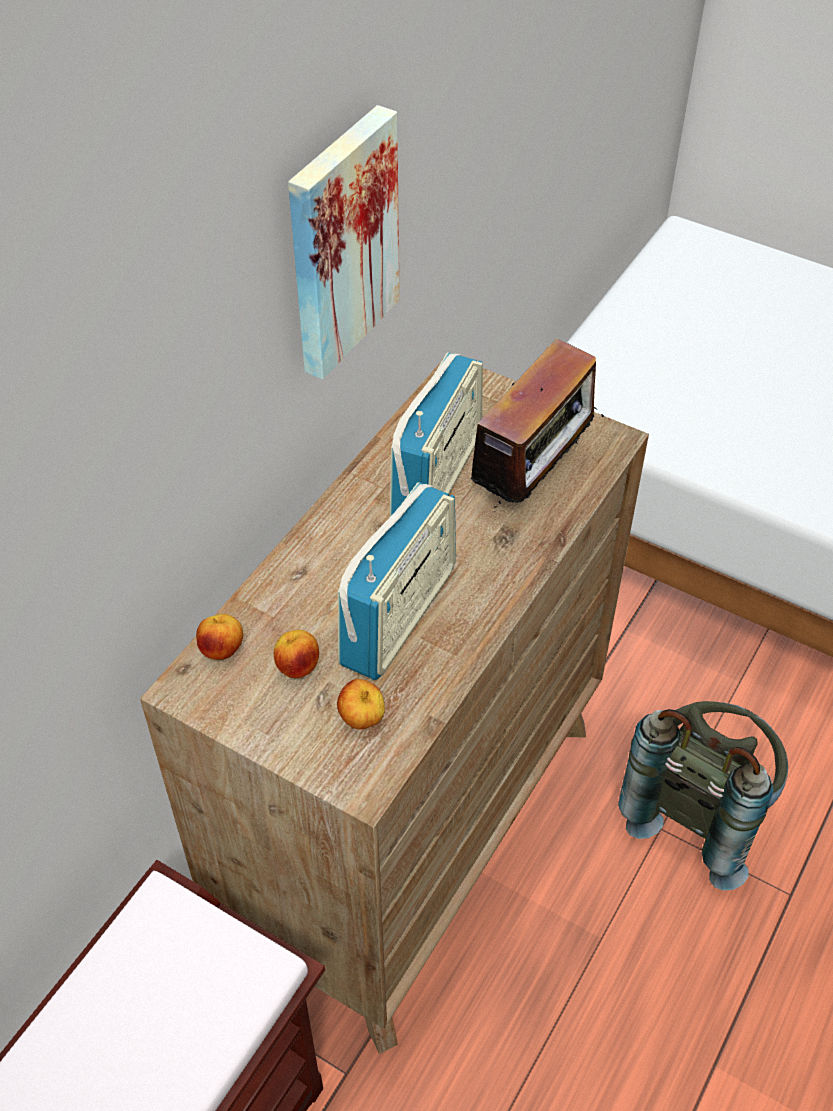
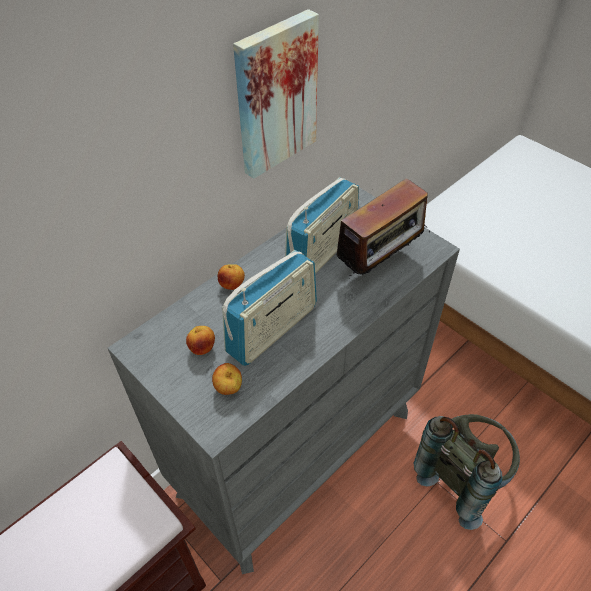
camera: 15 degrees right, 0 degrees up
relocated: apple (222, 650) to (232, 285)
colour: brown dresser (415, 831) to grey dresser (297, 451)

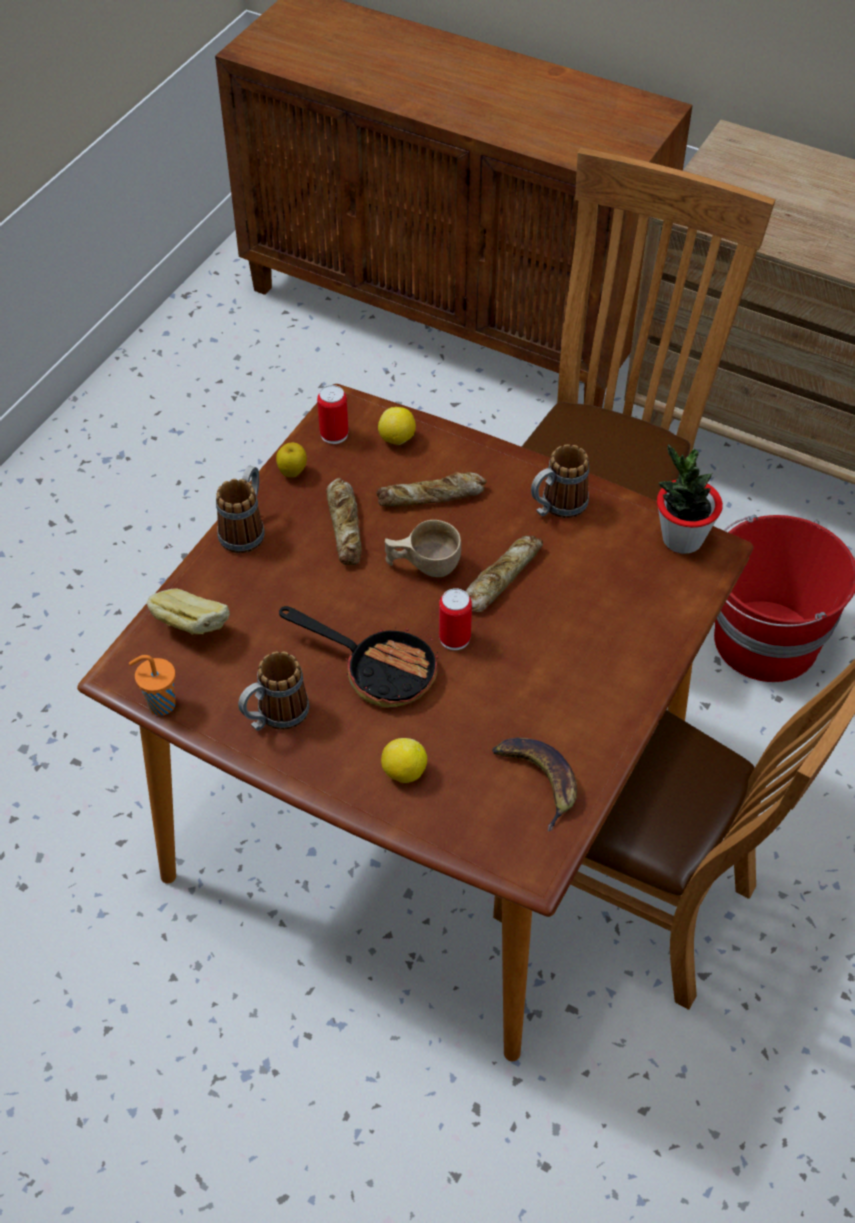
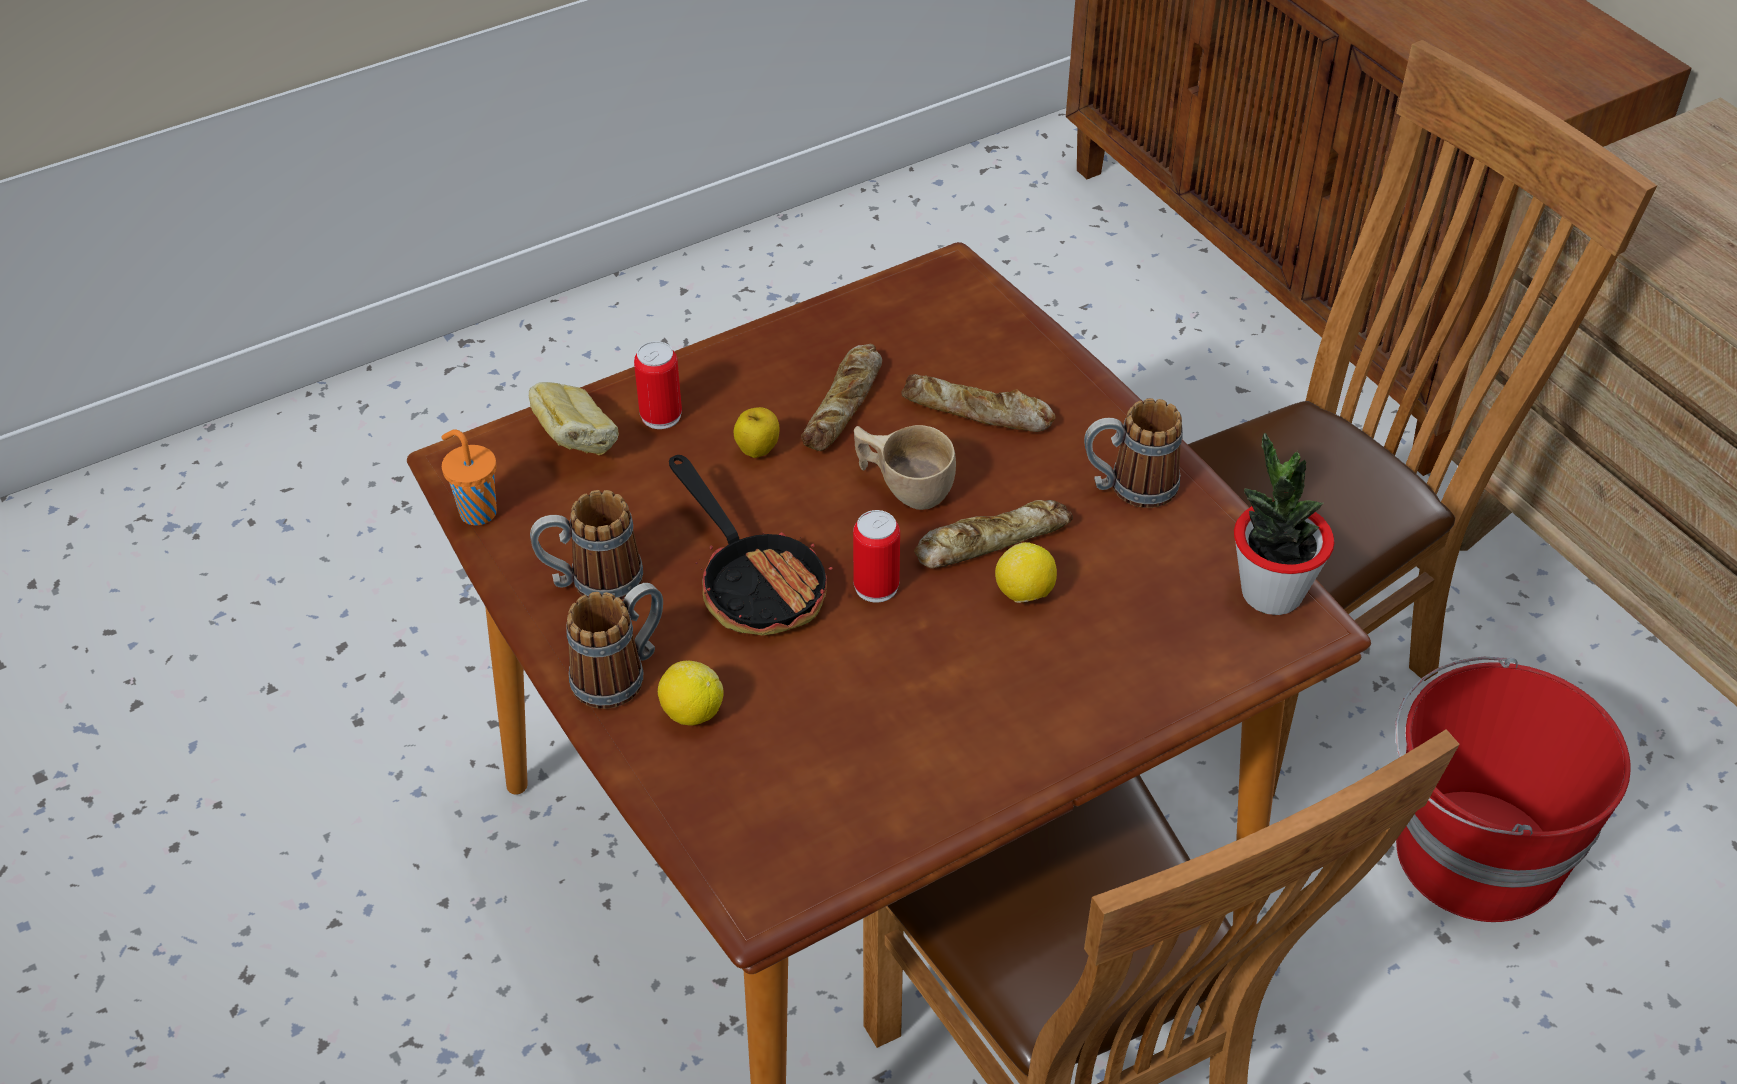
camera: 30 degrees right, 5 degrees down
missing: banana (539, 780)
relocated: mug (246, 529) to (621, 674); apple (292, 473) to (757, 452); can (334, 434) to (661, 415); lemon (397, 439) to (1024, 594)

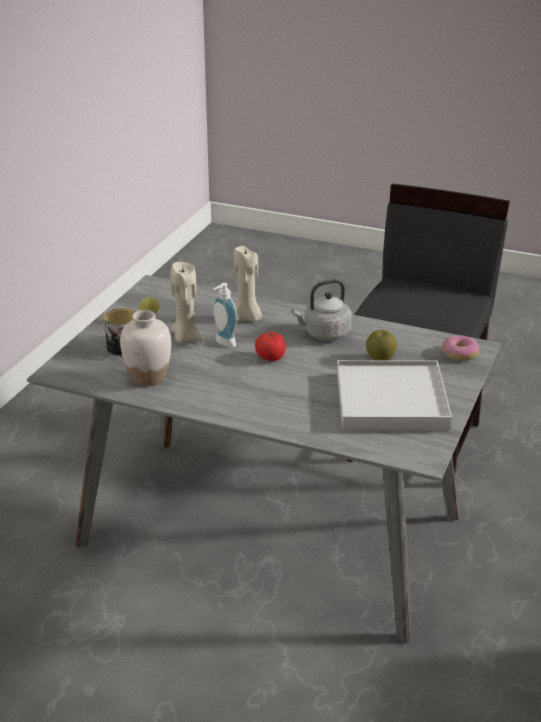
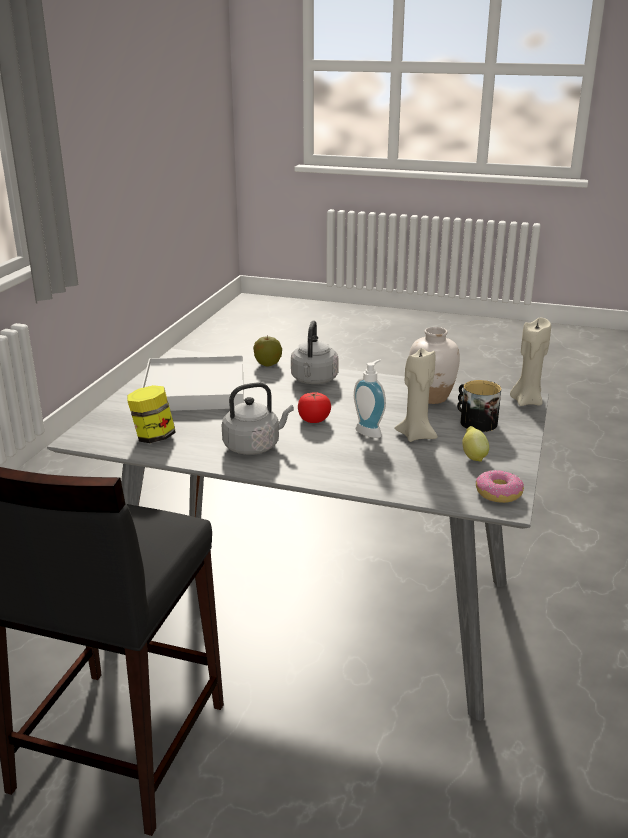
camera: 175 degrees right, 5 degrees down
appeared: jar (153, 437); grey kettle (314, 380)
relocated: beige candle (247, 318) to (526, 401); apple (380, 359) to (268, 364); donut (460, 354) to (499, 493)

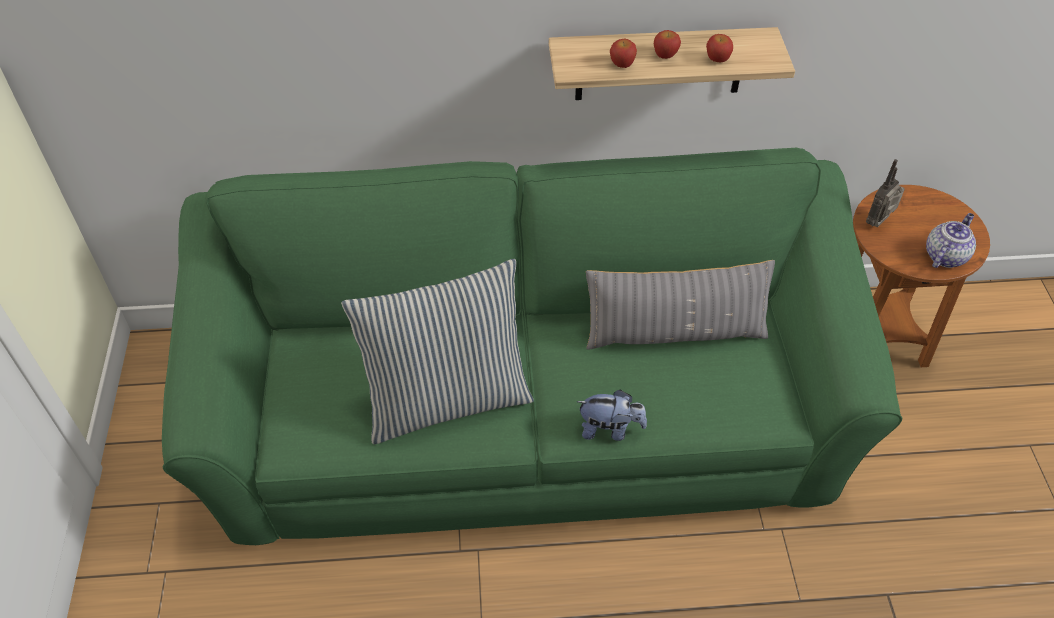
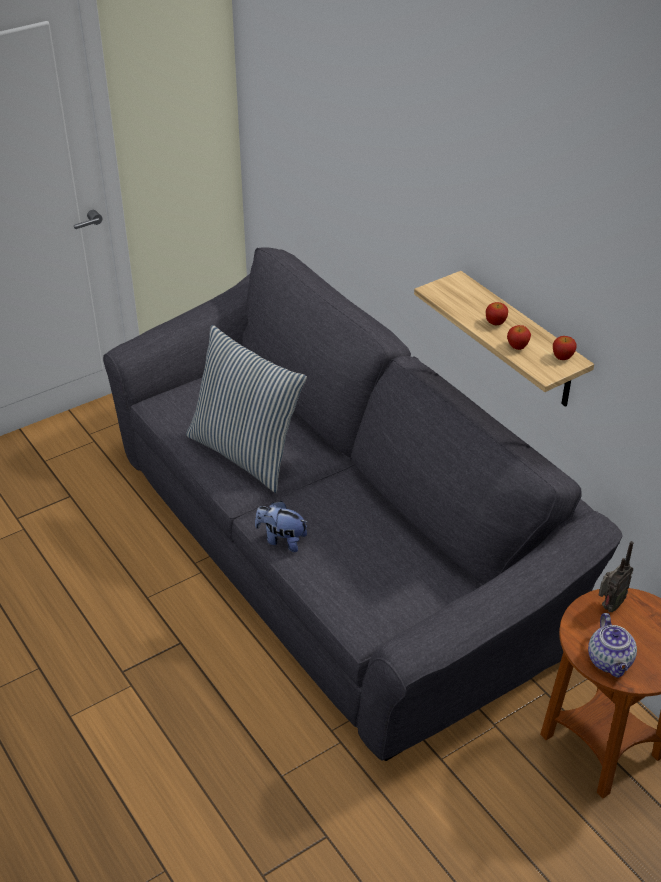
camera: 60 degrees right, 10 degrees down
missing: grey pillow (674, 332)
relocated: apple (622, 64) to (562, 357)
colour: green sofa (527, 414) to grey sofa (331, 550)
spun: plush toy (610, 429) = (281, 540) 135 degrees clockwise; radio (879, 223) = (609, 606) 120 degrees clockwise; teapot (945, 255) = (610, 662) 75 degrees clockwise

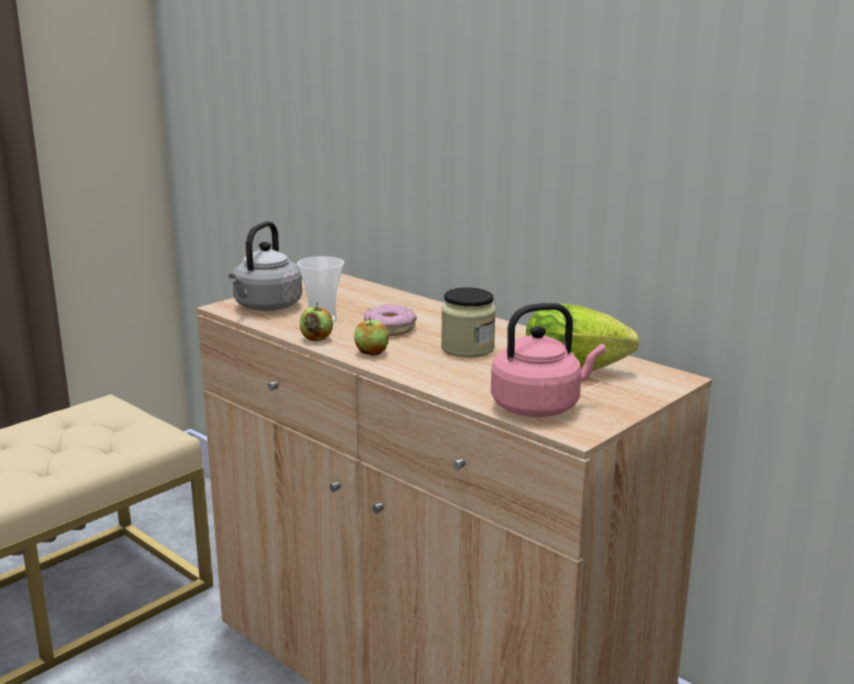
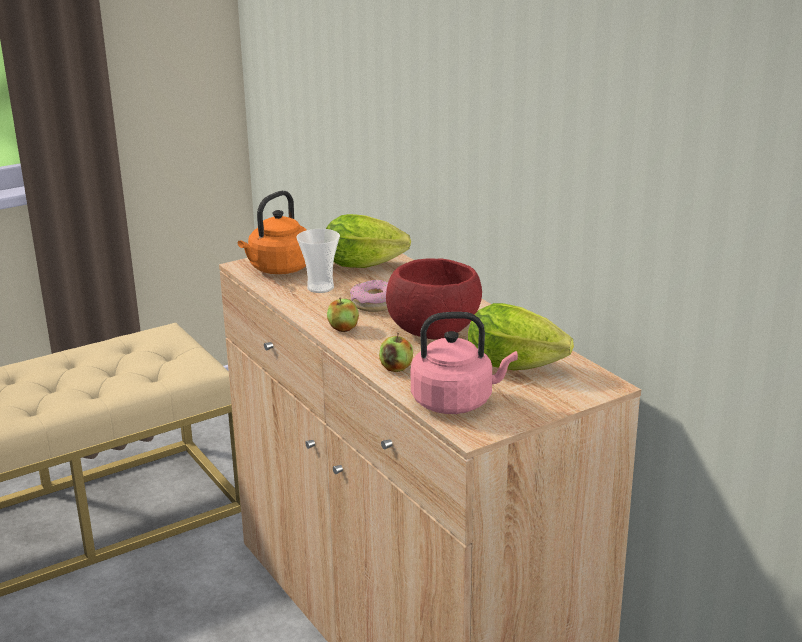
camera: 15 degrees right, 5 degrees up
appeared: lettuce (368, 265)
relocated: apple (316, 338) to (396, 368)
exchanged: jar (467, 348) to red bowl (432, 332)
colour: grey kettle (266, 307) to orange kettle (278, 269)

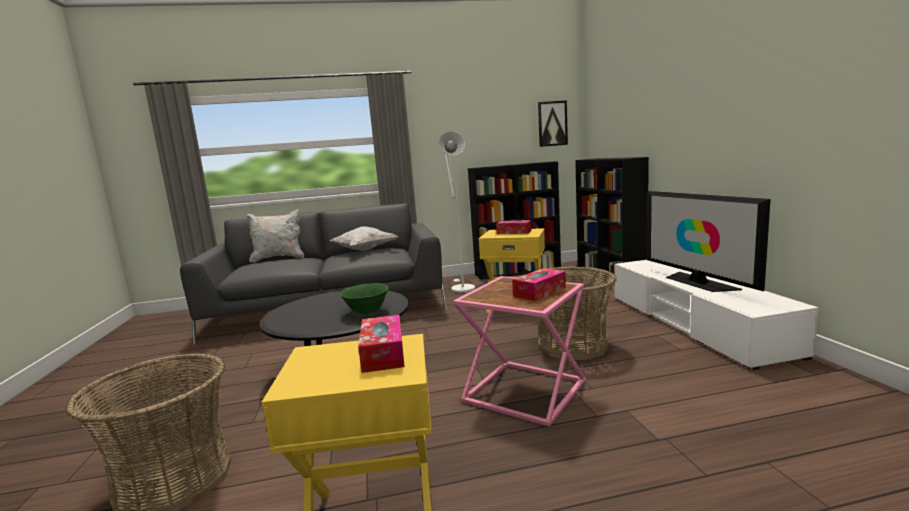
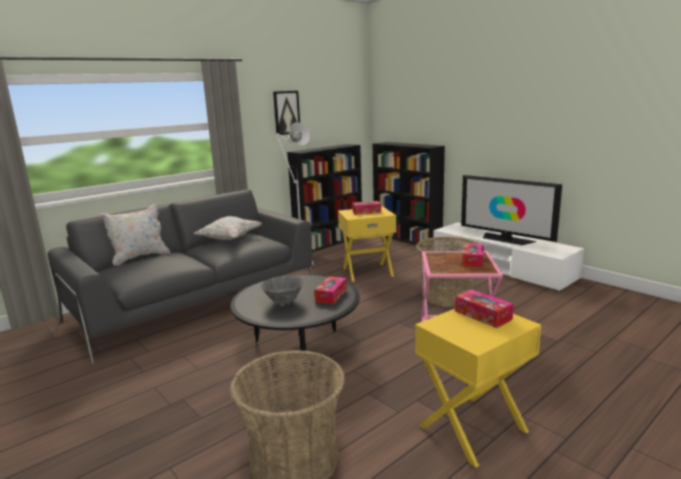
camera: 30 degrees left, 5 degrees up
appeared: grey bowl (283, 302)
relocated: picture (552, 123) to (286, 112)
exchanged: green bowl (367, 312) to tissue box (331, 295)

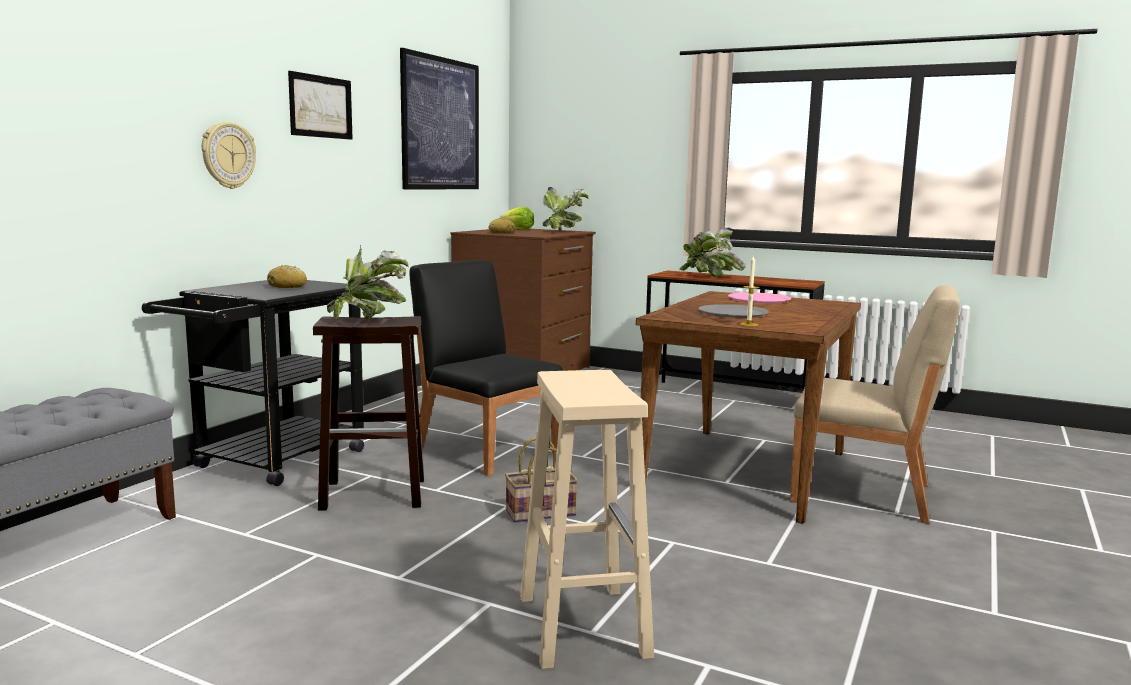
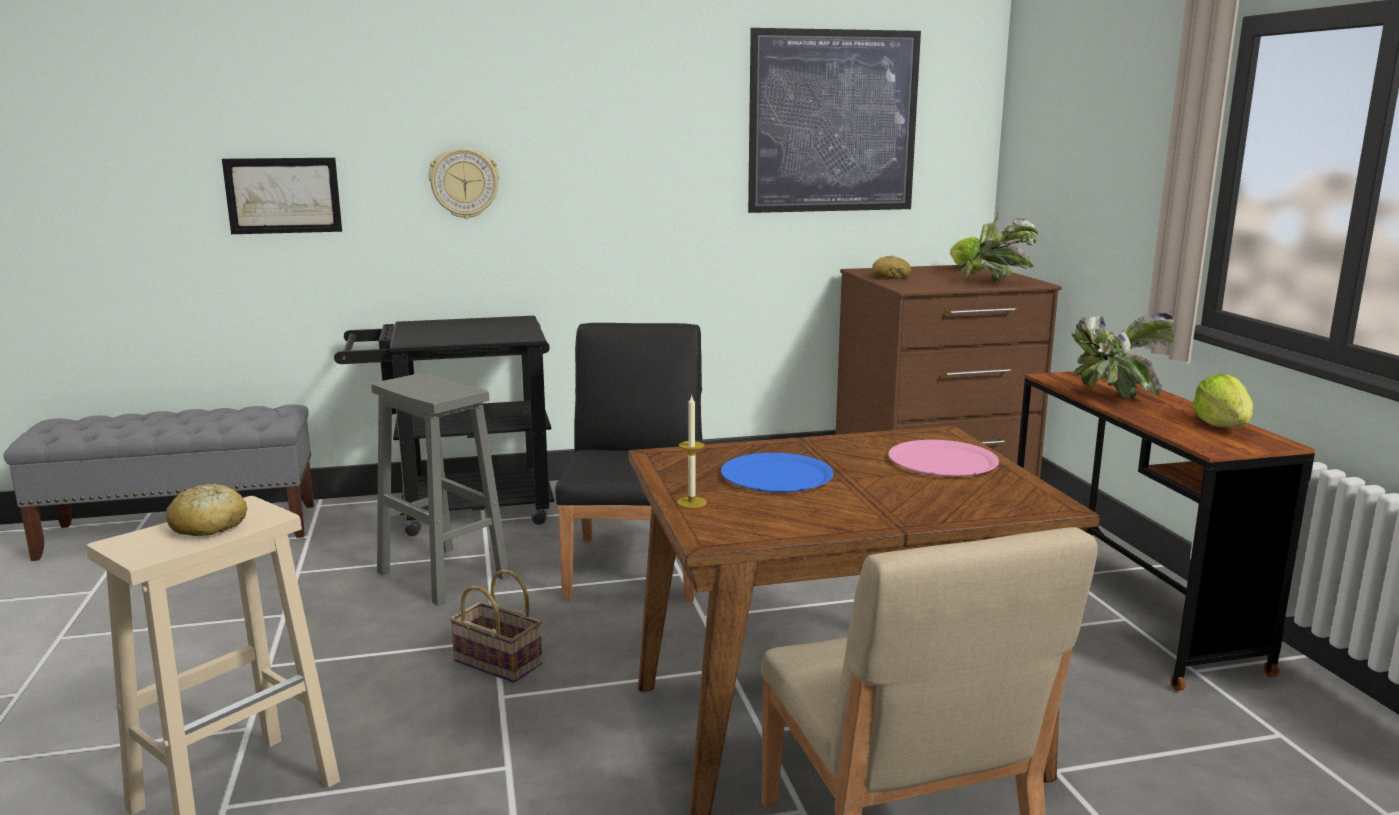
camera: 50 degrees right, 5 degrees up
missing: potted plant (369, 320)
appeared: lettuce (1222, 426)
relocated: bread (287, 286) to (208, 526); picture (320, 106) to (283, 195)
colour: brown stool (375, 494) to grey stool (445, 575); grey plate (732, 312) to blue plate (776, 475)

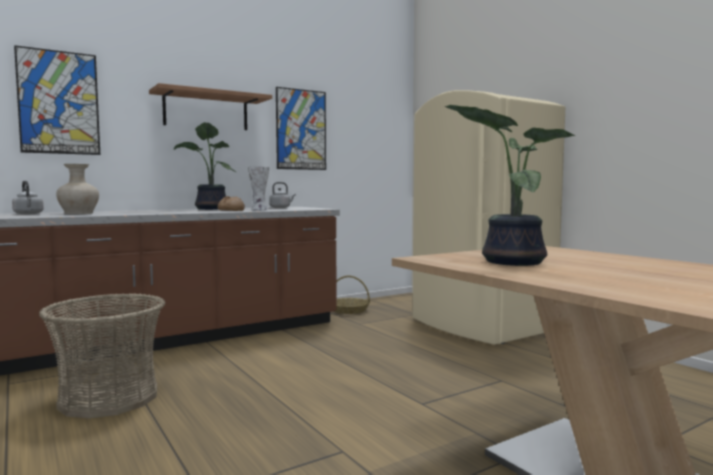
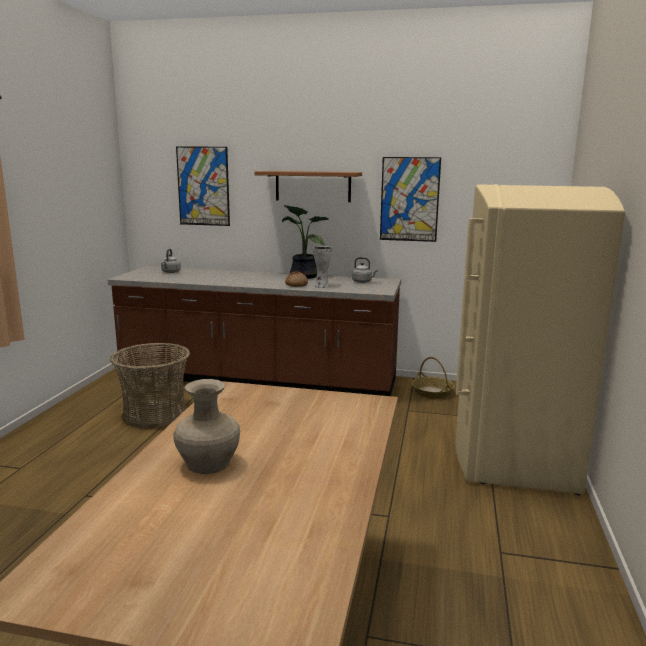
camera: 45 degrees right, 10 degrees up
missing: potted plant (510, 261)
relocated: beige vase (78, 213) to (208, 462)

